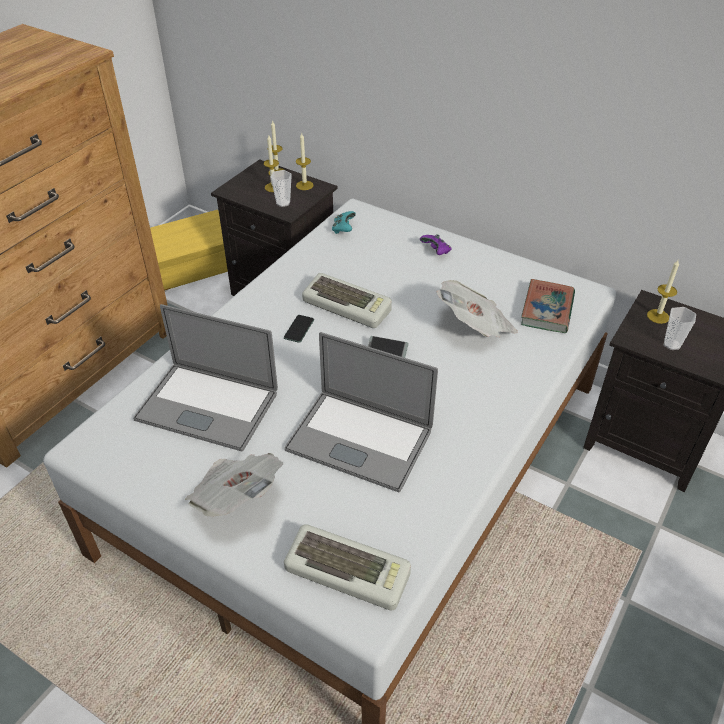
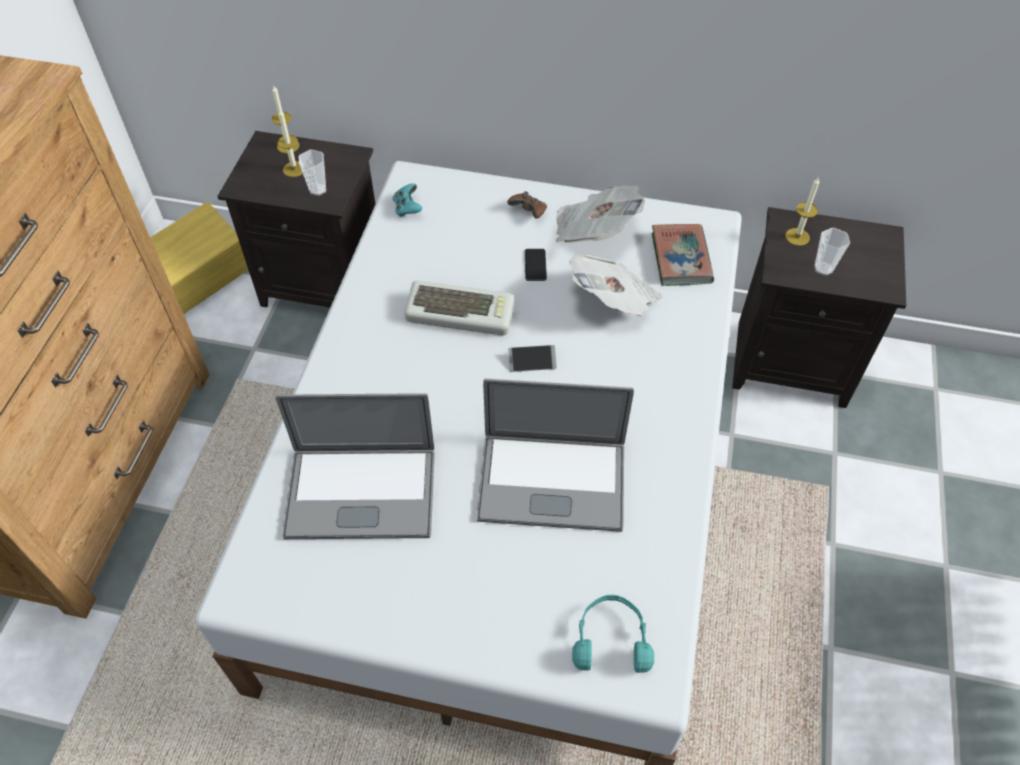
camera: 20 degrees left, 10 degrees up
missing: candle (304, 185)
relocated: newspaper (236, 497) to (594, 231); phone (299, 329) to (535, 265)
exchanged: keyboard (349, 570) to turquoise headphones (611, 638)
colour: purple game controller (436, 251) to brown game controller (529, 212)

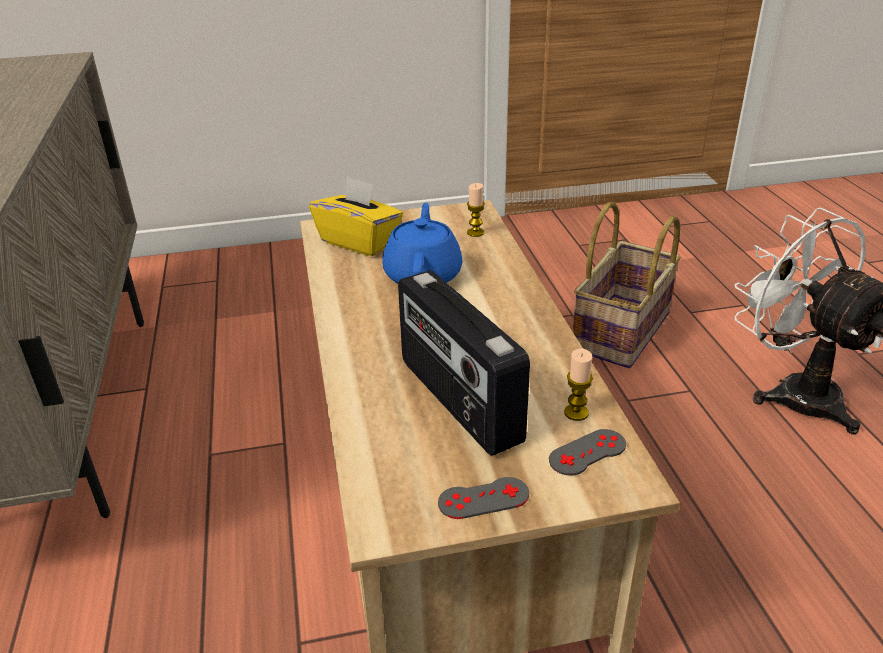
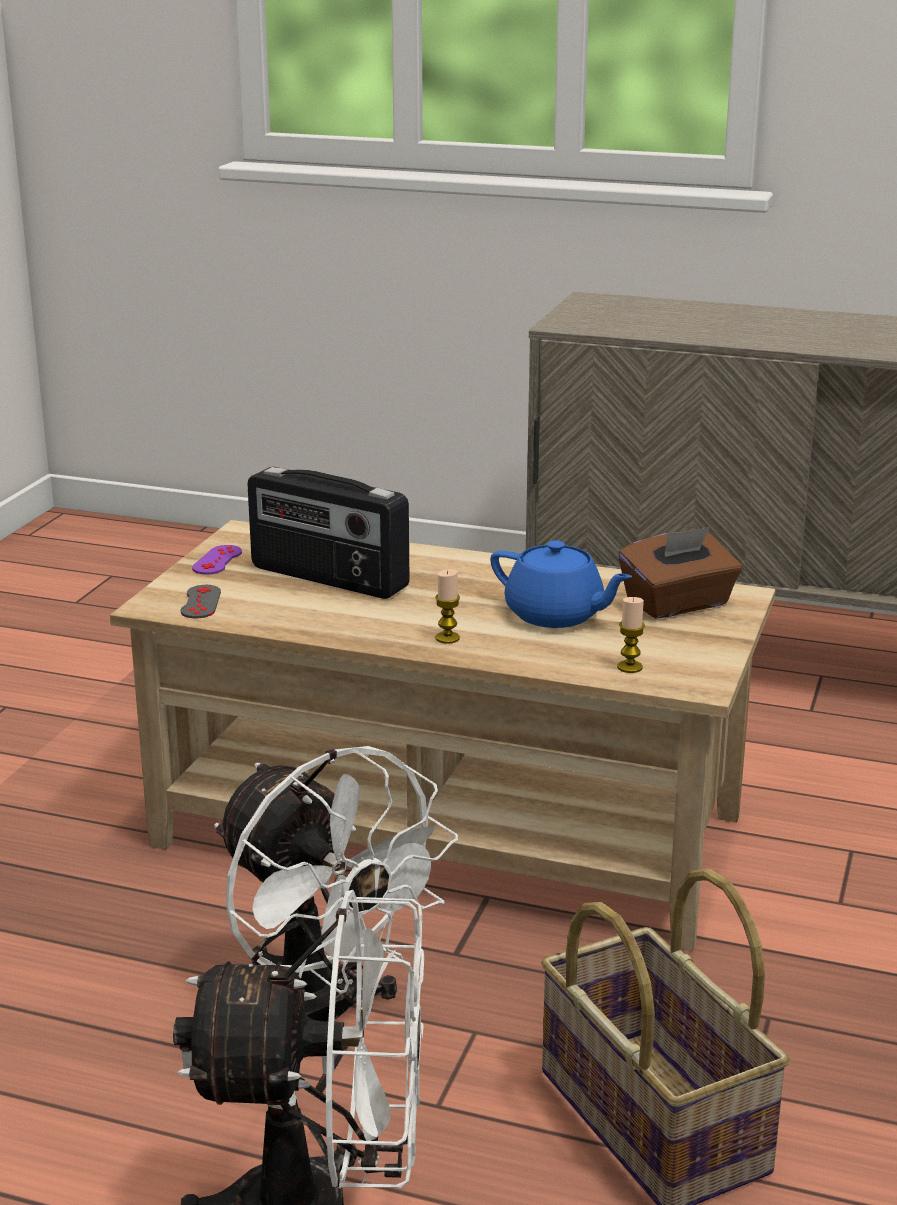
camera: 120 degrees right, 10 degrees down
appeared: white fan (323, 1017)
relocated: candle (576, 413) to (447, 638)
colour: yellow tissue box (359, 241) to brown tissue box (678, 604); grey game controller (483, 498) to purple game controller (217, 560)
spun: radio (457, 401) = (328, 578) 150 degrees counterclockwise

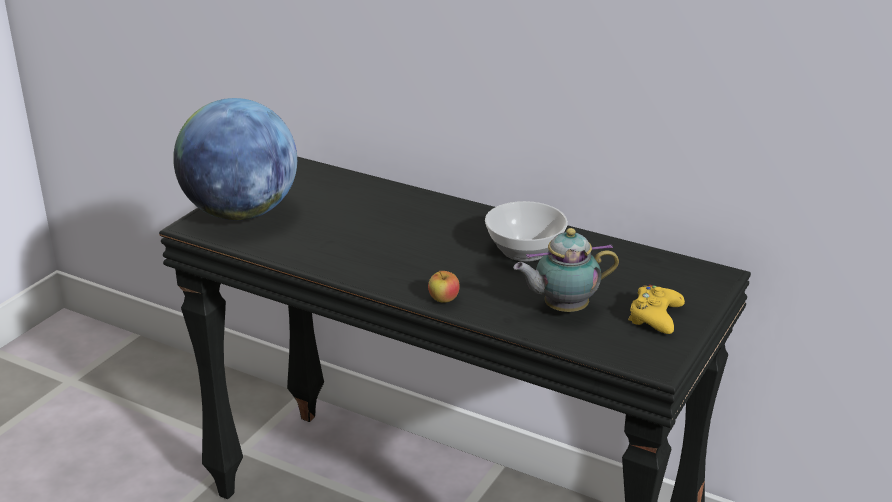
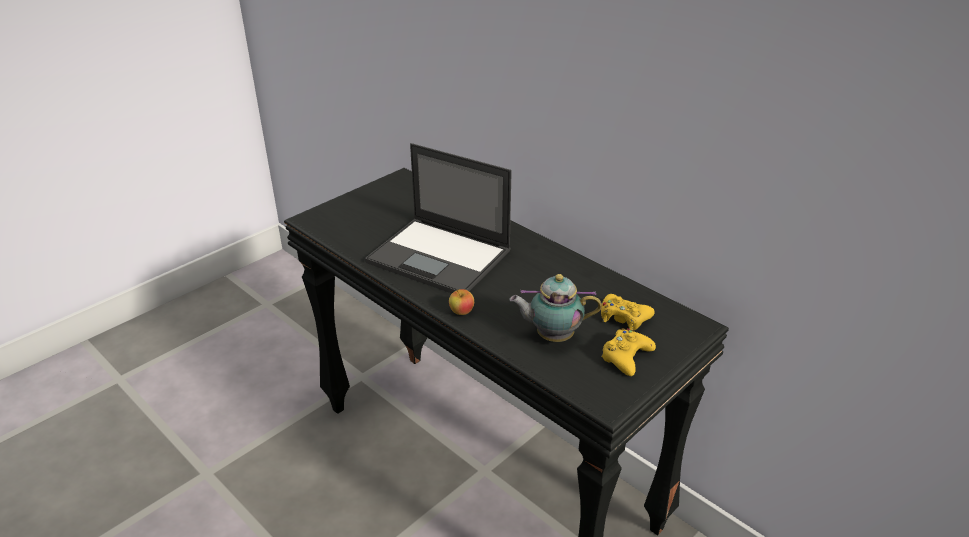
camera: 15 degrees right, 5 degrees up
missing: globe (241, 213); bowl (523, 250)
appeared: laptop (440, 257); yellow game controller (624, 317)

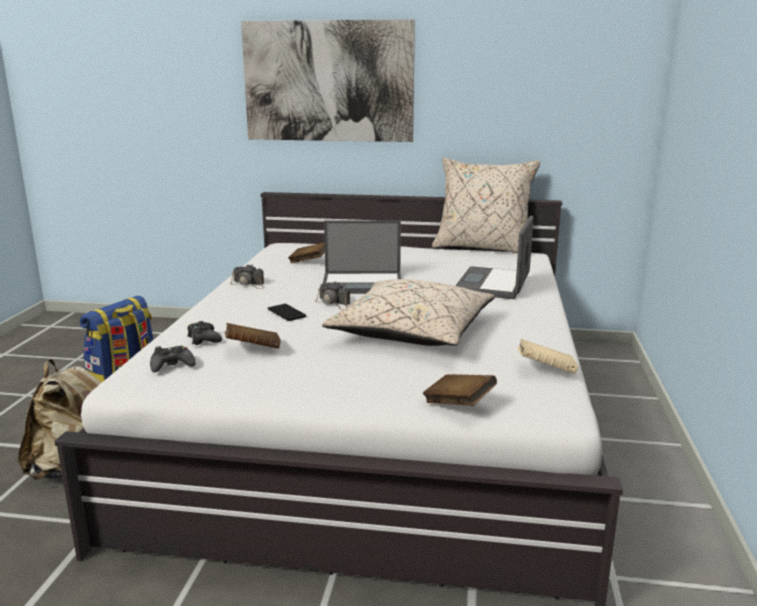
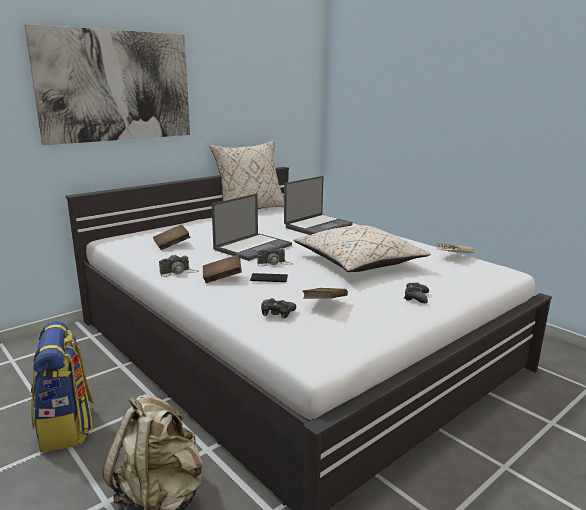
camera: 50 degrees left, 0 degrees up
relocated: black game controller (172, 365) to (416, 297); brown book (458, 404) to (222, 278)
spun: laptop (494, 285) = (317, 226) 105 degrees counterclockwise

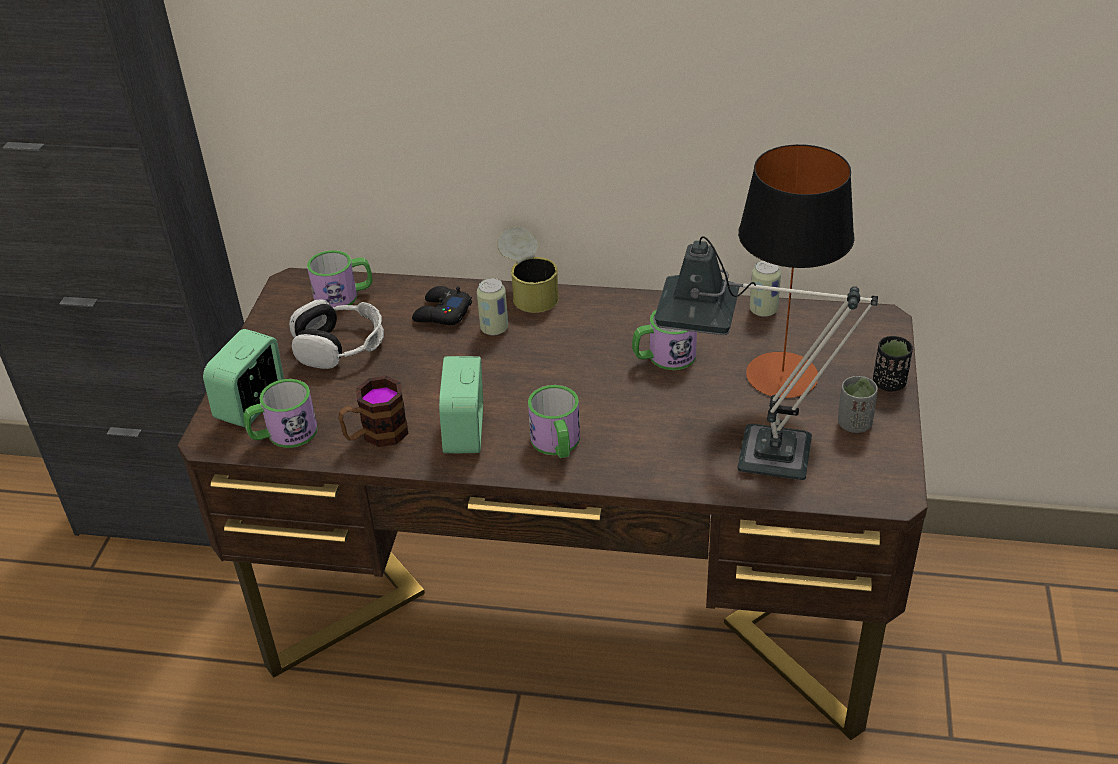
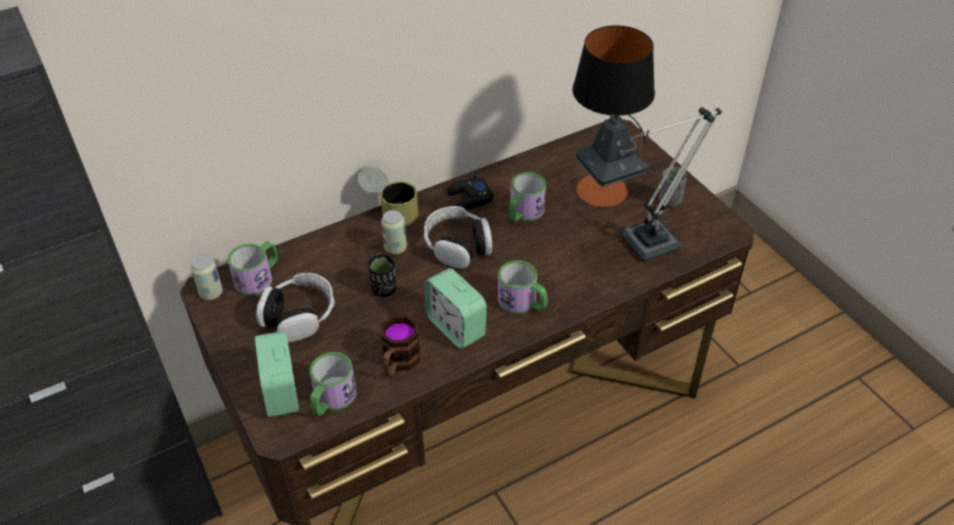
camera: 40 degrees left, 5 degrees up
appeared: headphones (458, 246)
relocated: black game controller (441, 313) to (470, 199); can (763, 310) to (211, 293); black cup (889, 383) to (384, 289)

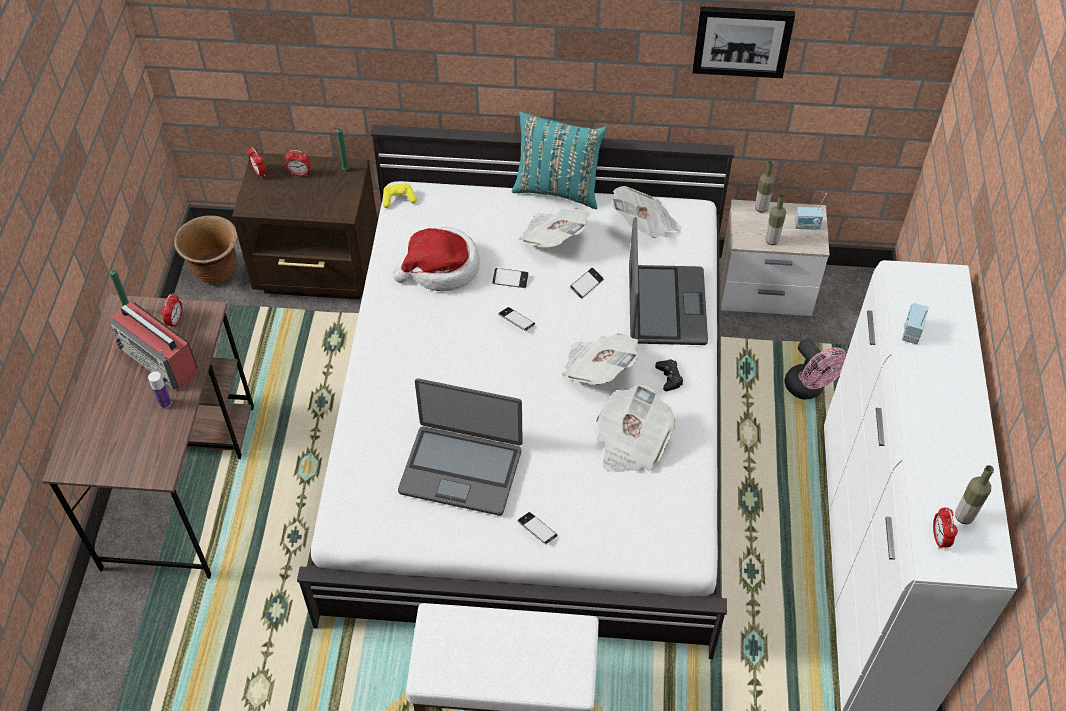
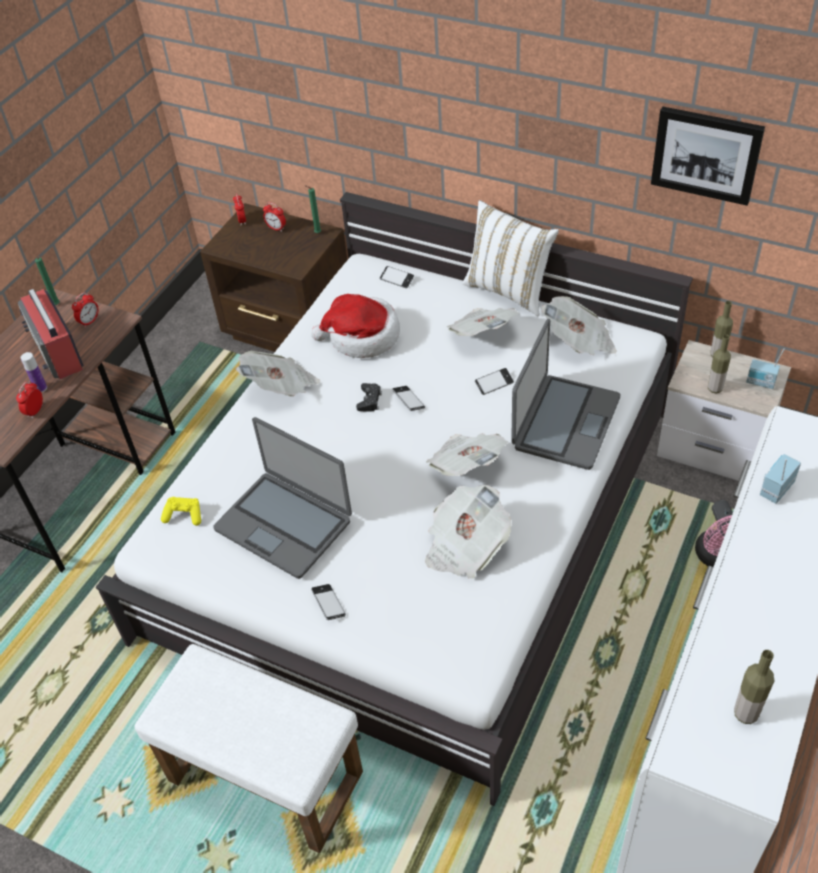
camera: 25 degrees right, 5 degrees down
missing: brown planter (216, 271)
appeared: newspaper (281, 387)
relocated: yellow game controller (398, 199) to (184, 515); phone (510, 280) to (397, 279); black game controller (669, 377) to (369, 400); alarm clock (939, 538) to (35, 411)
colour: turquoise pillow (558, 189) to white pillow (509, 290)

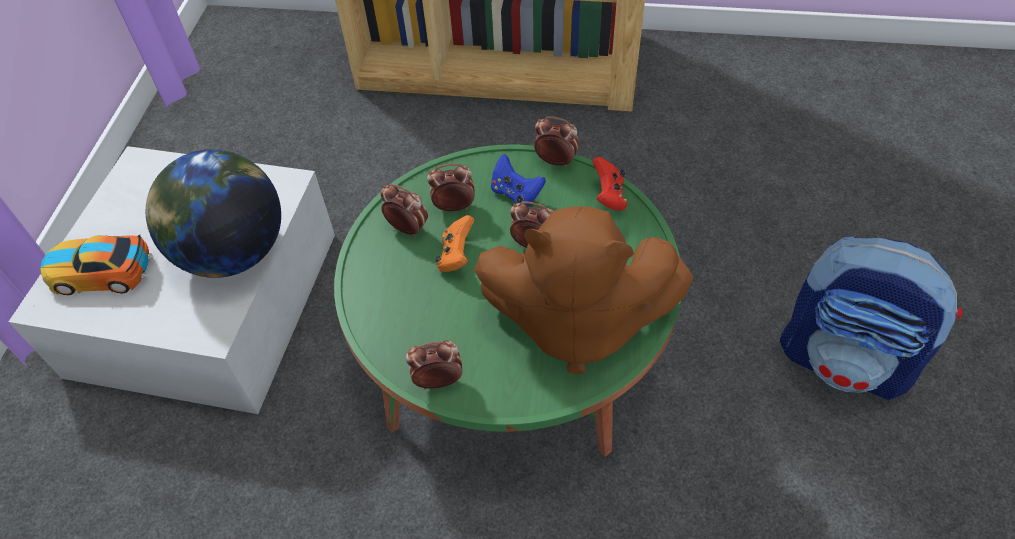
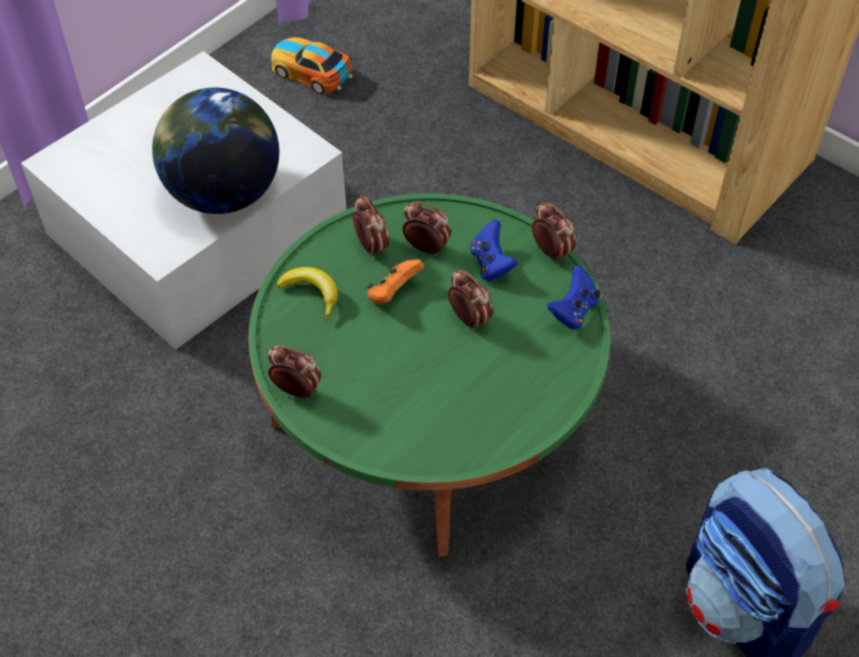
camera: 30 degrees right, 0 degrees up
missing: brown plush toy (576, 323)
appeared: banana (312, 293)
relocated: toy car (101, 272) to (311, 72)
colour: red game controller (609, 196) to blue game controller (573, 311)

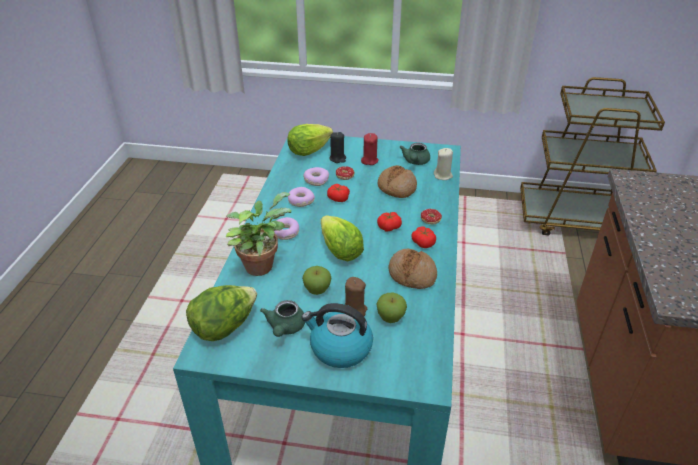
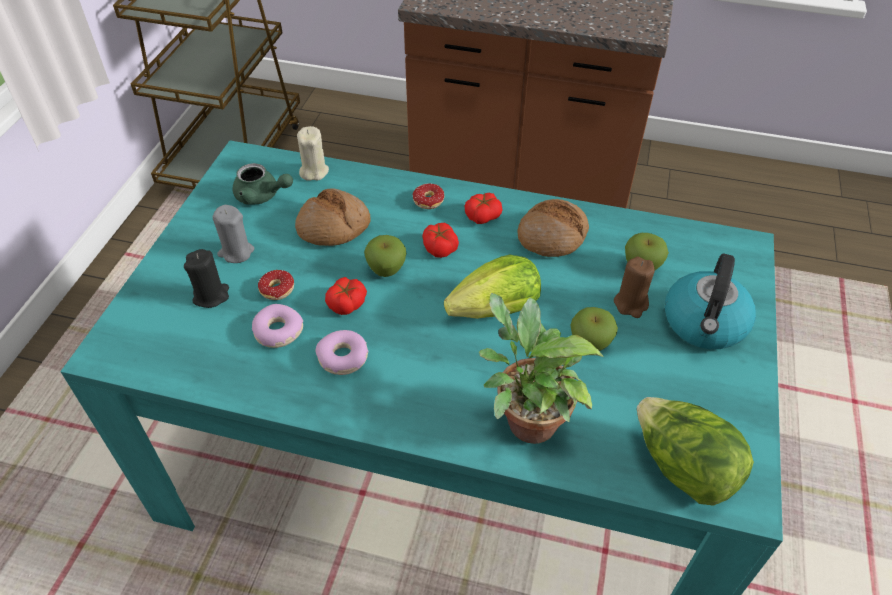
camera: 85 degrees left, 10 degrees up
missing: green teapot (285, 328); donut (285, 233); lettuce (308, 151)
appeared: apple (386, 270)
colour: red candle (369, 160) to grey candle (236, 252)

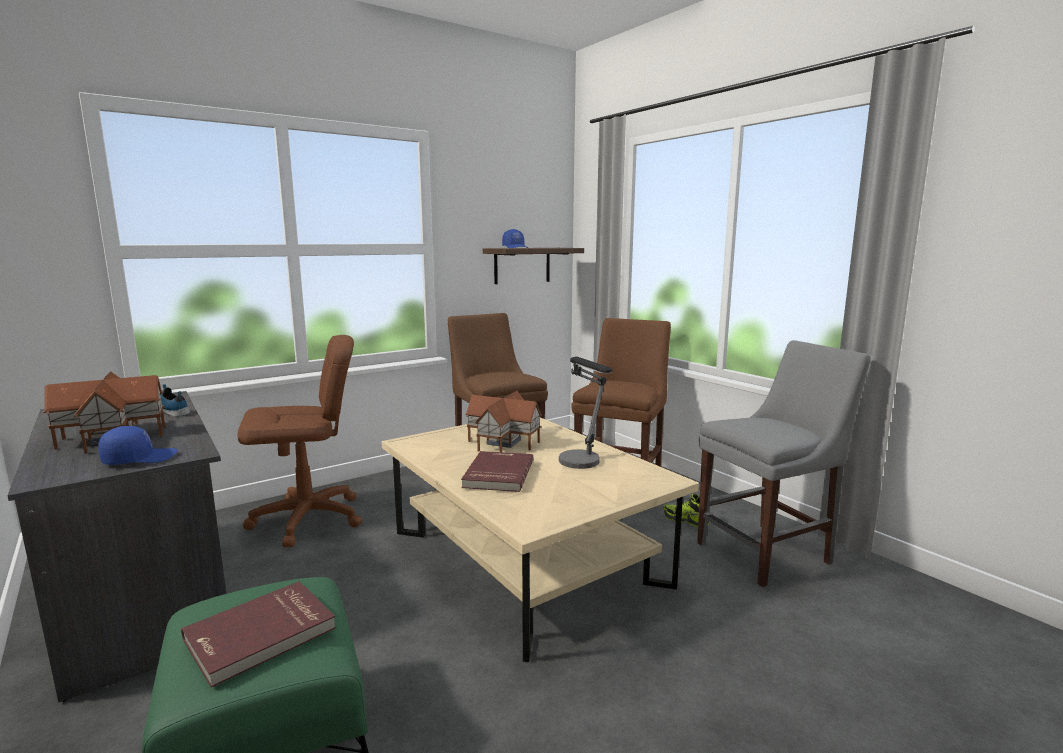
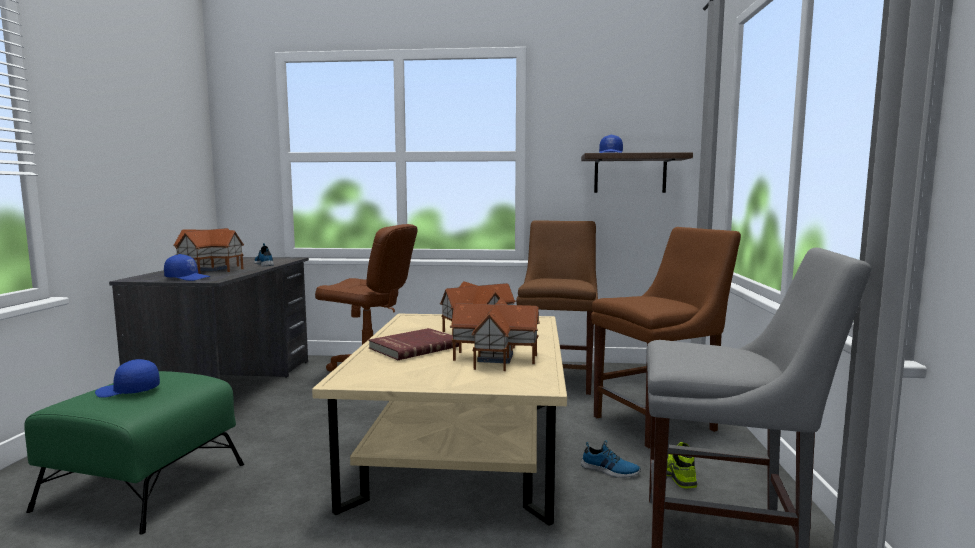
camera: 40 degrees right, 5 degrees down
appeared: shoe (609, 470)
exchanged: red book (261, 635) to blue cap (128, 391); table lamp (583, 465) to toy house (496, 358)

